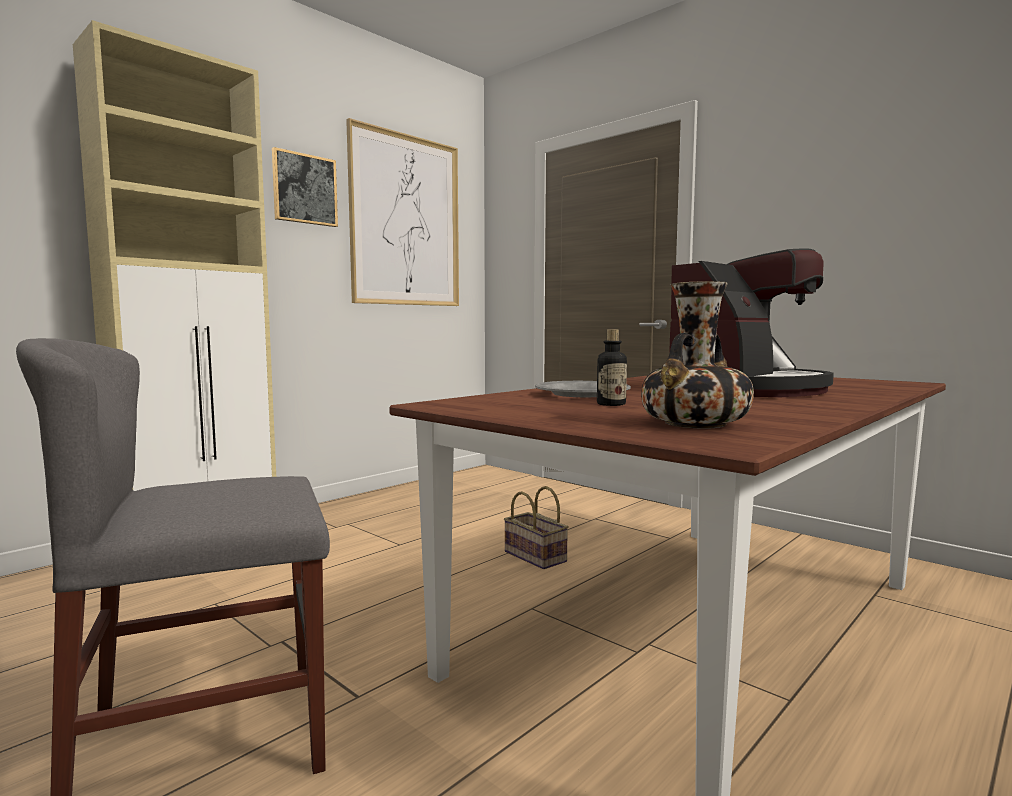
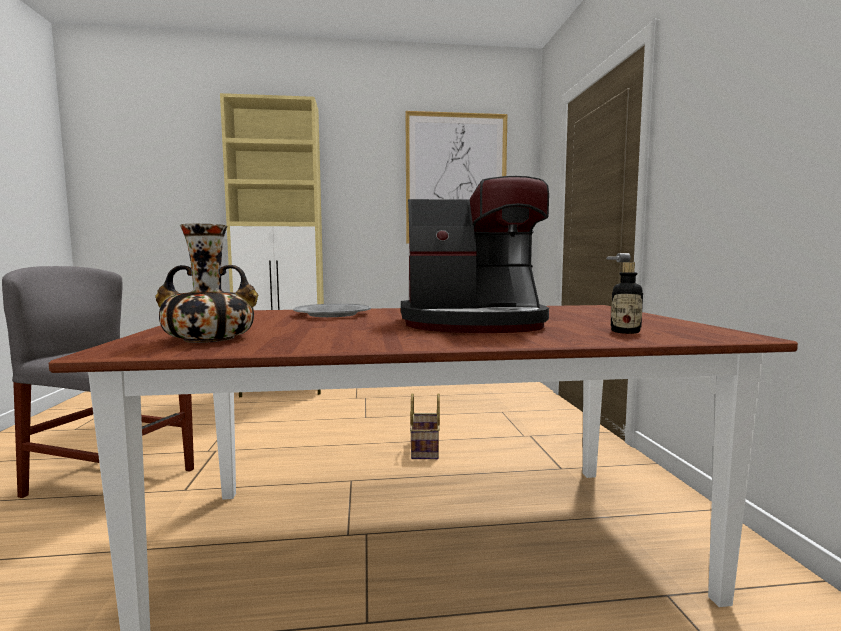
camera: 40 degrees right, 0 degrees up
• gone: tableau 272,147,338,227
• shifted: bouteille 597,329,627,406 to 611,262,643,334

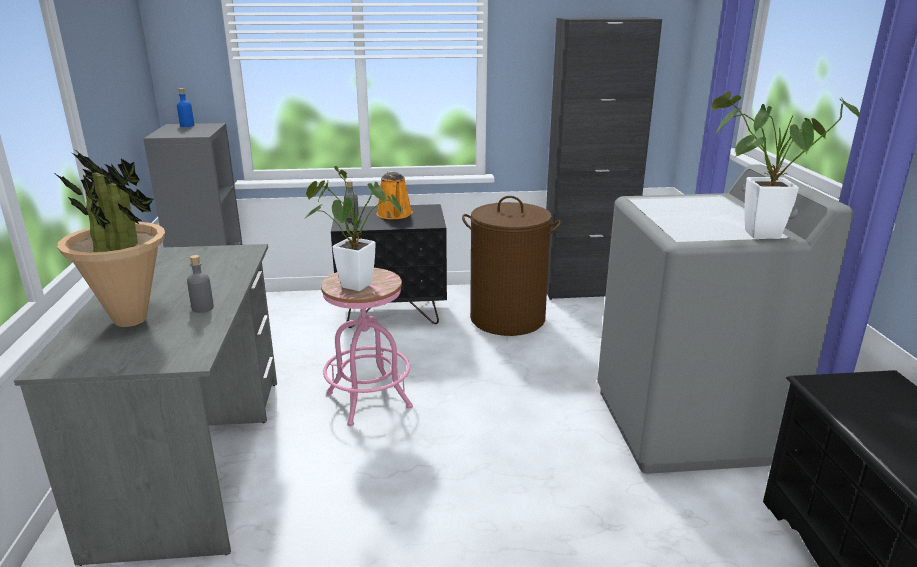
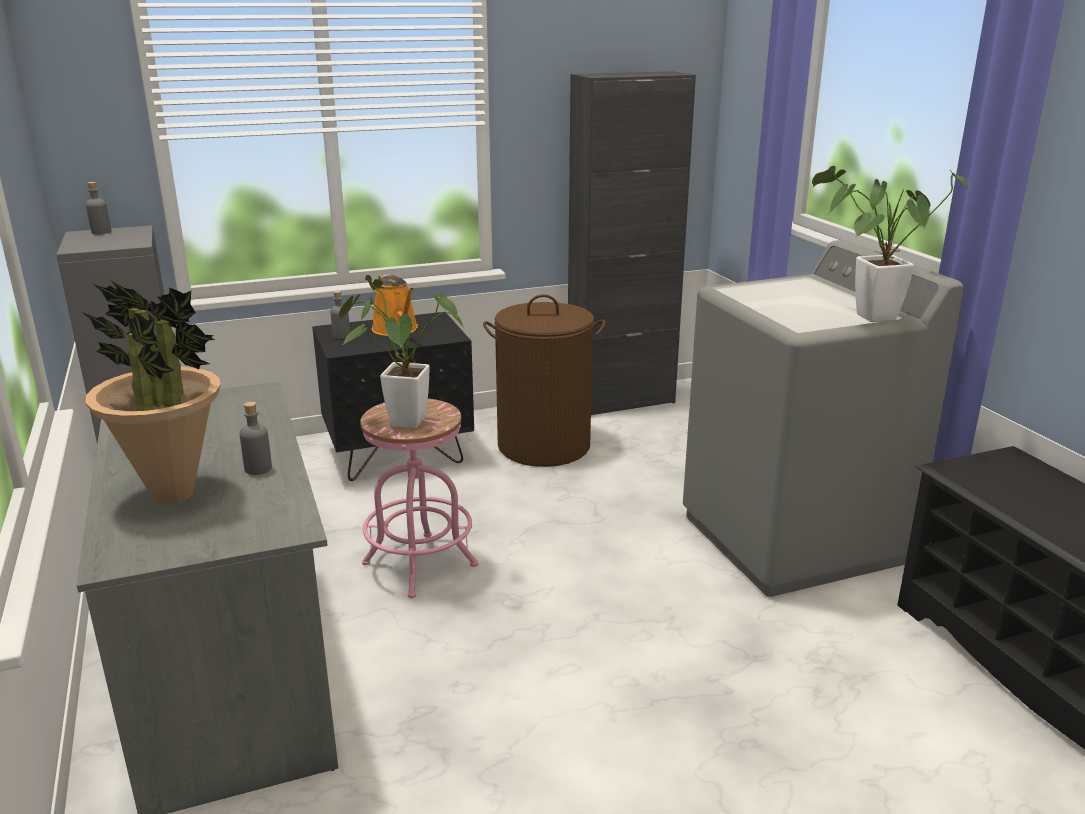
camera: 15 degrees left, 0 degrees up
• repainted: bouteille/bleu 177,88,194,127 to bouteille/gris 86,182,111,235

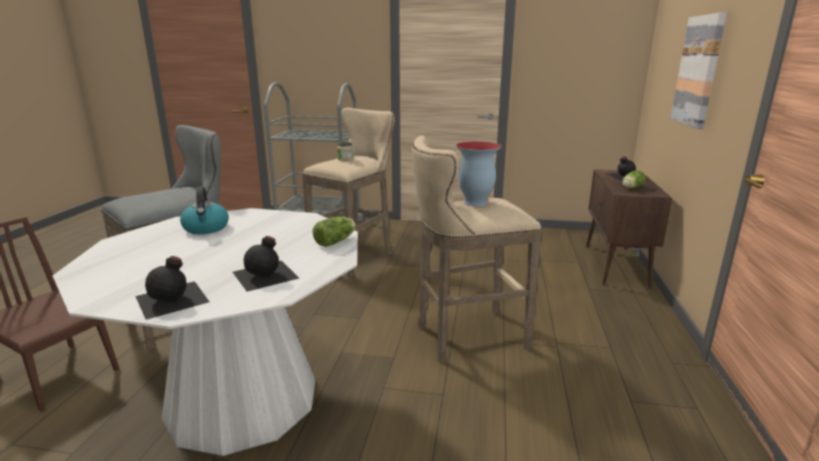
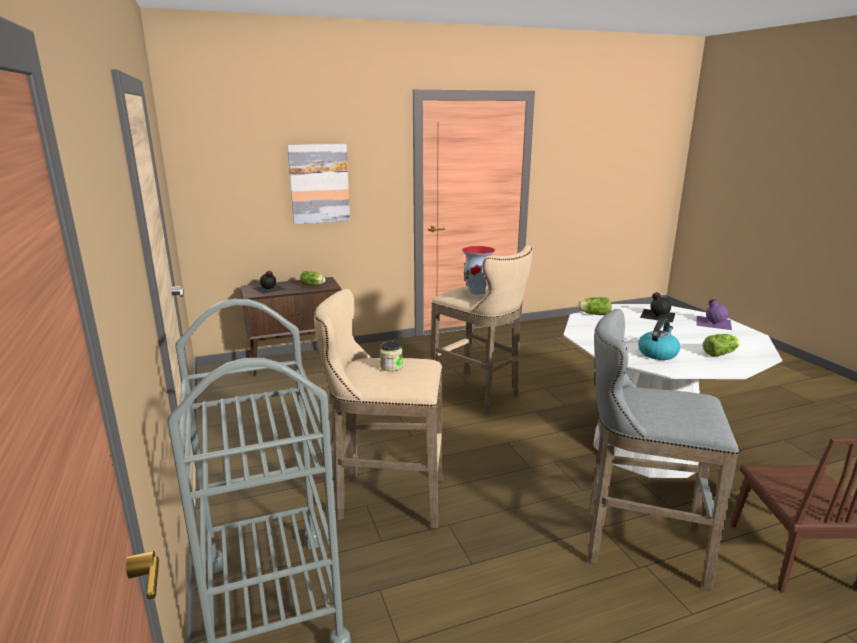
camera: 120 degrees left, 0 degrees up
• new: laitue 703,334,740,356
• repainted: bouteille/noir 135,256,209,320 to bouteille/violet 697,299,732,330

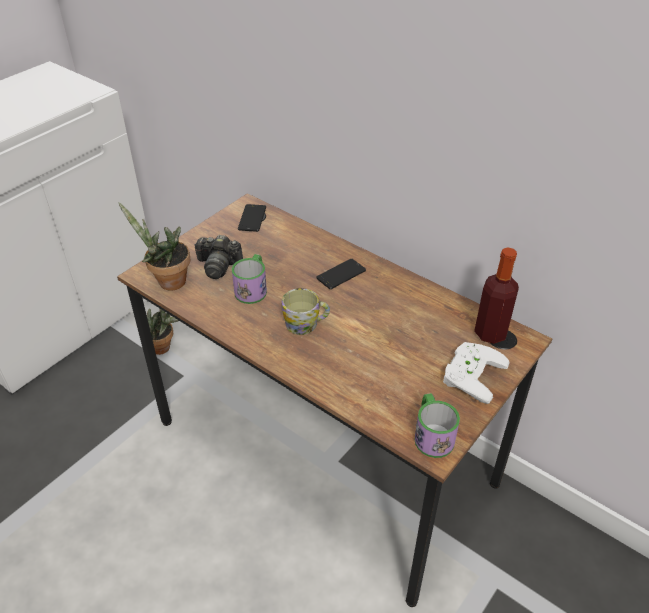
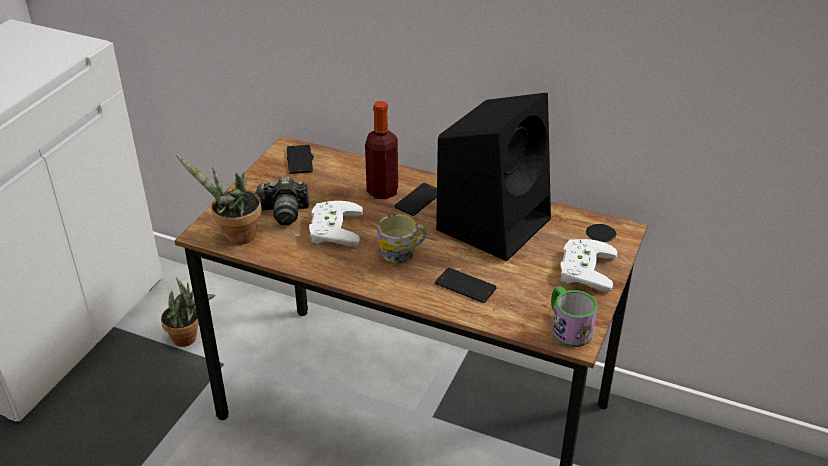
camera: 15 degrees left, 5 degrees down
• new: téléphone 435,268,497,303
• new: enceinte/noir 436,92,551,261
• shifted: bouteille 474,247,519,344 to 365,101,398,199
• swapped: mug 232,254,267,304 to manette/blanc 309,201,363,246

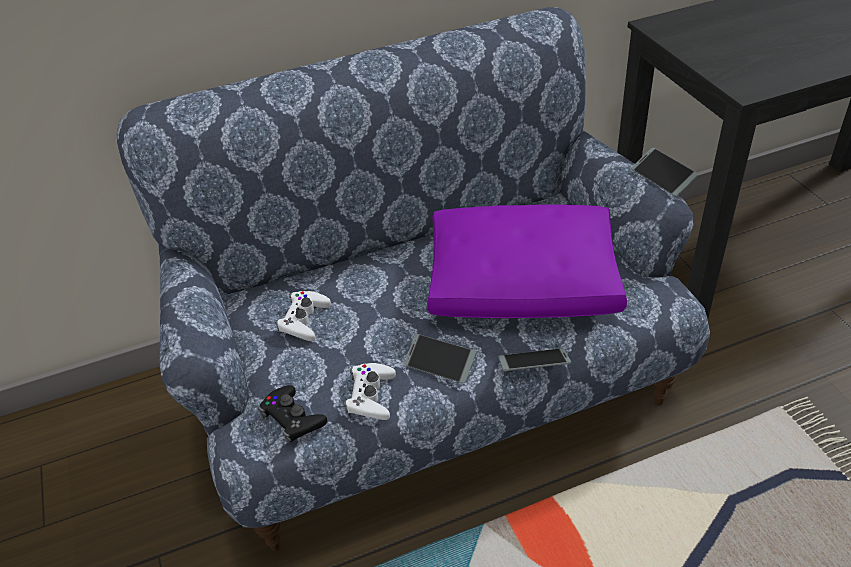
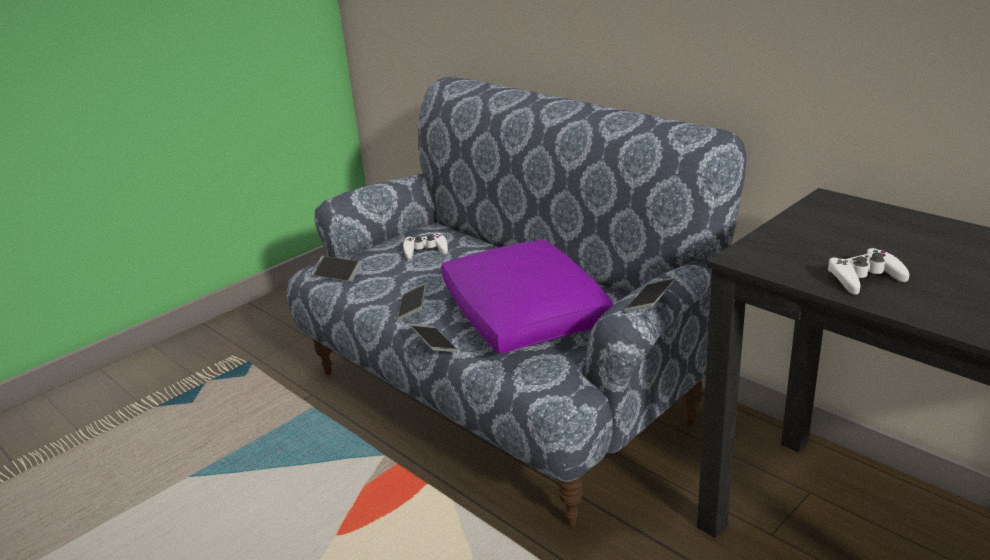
camera: 65 degrees right, 15 degrees down
• shifted: manette/blanc 344,363,396,420 to 827,248,909,295
• swapped: manette/noir 258,385,327,444 to téléphone 311,256,362,282

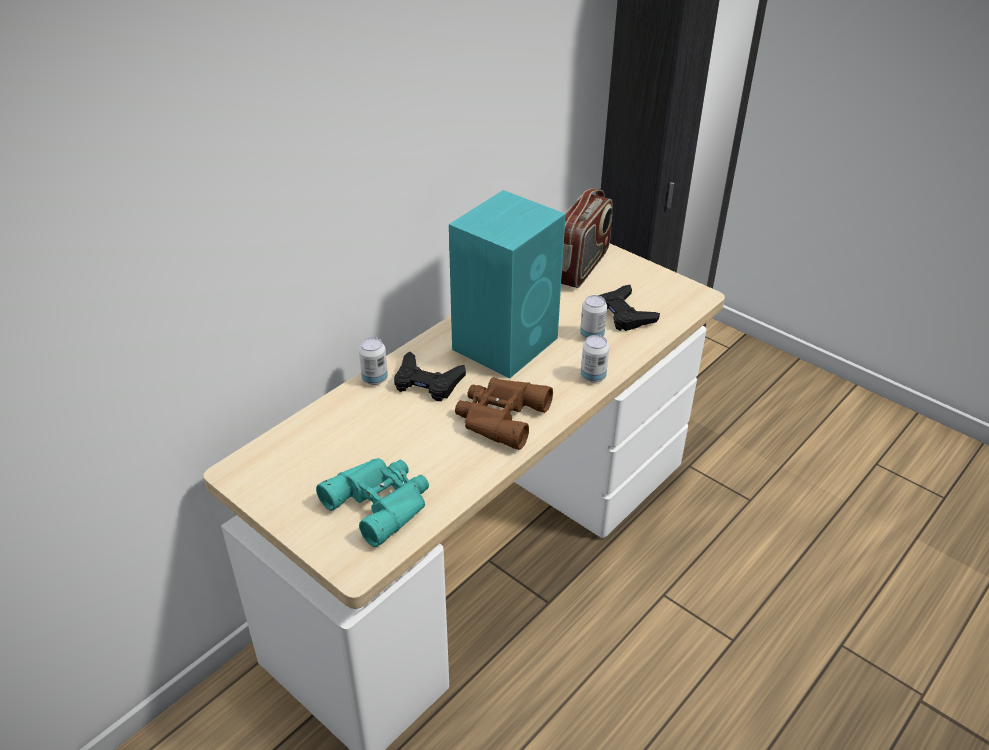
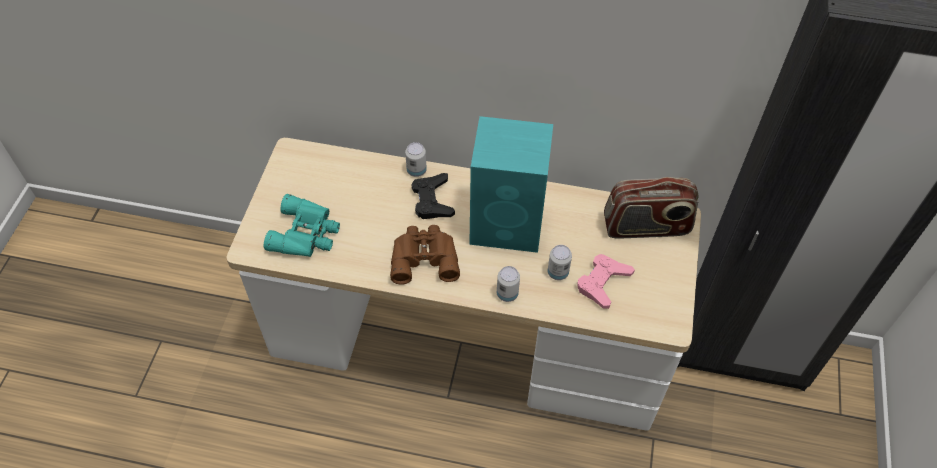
camera: 60 degrees right, 15 degrees up
• repainted: manette/noir 598,285,660,331 to manette/rose 577,254,635,309

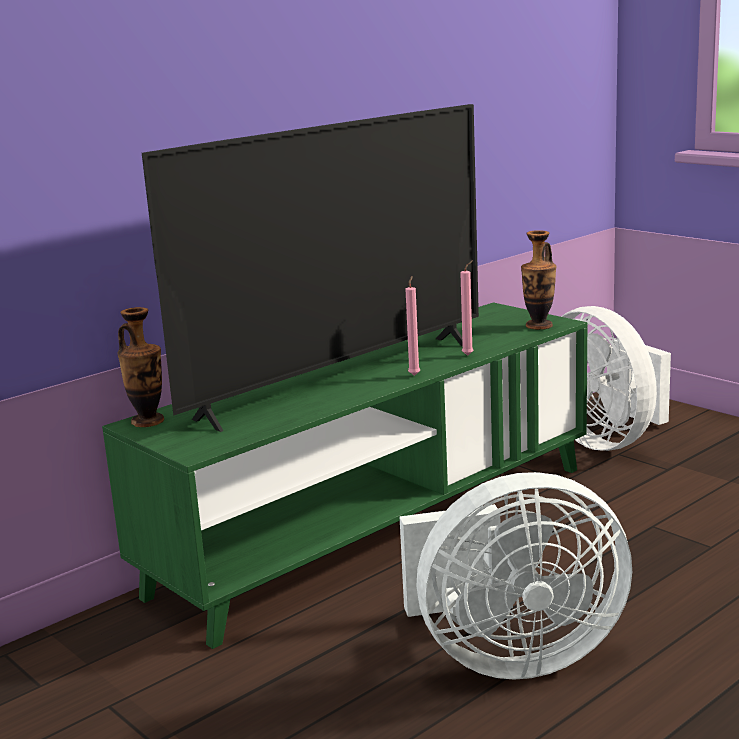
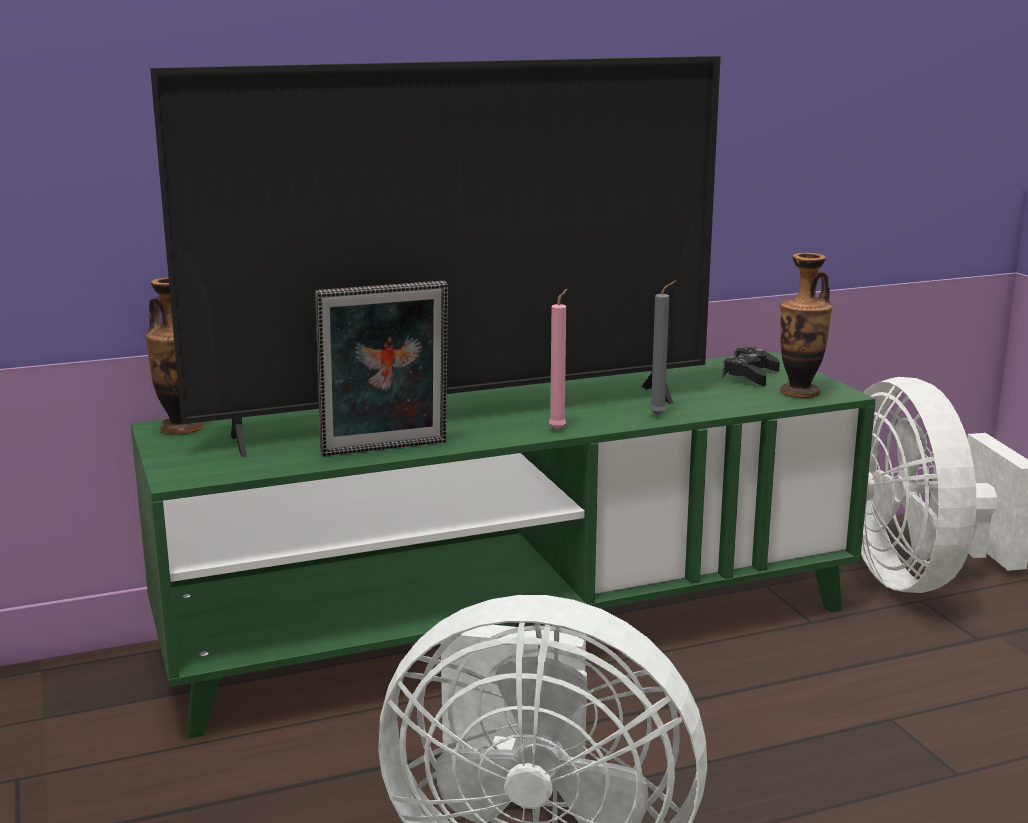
camera: 20 degrees right, 0 degrees up
• new: cadre photo 315,281,448,456
• new: manette/noir 722,347,780,386
• repainted: bougie/rose 460,260,474,356 to bougie/gris 650,280,676,416

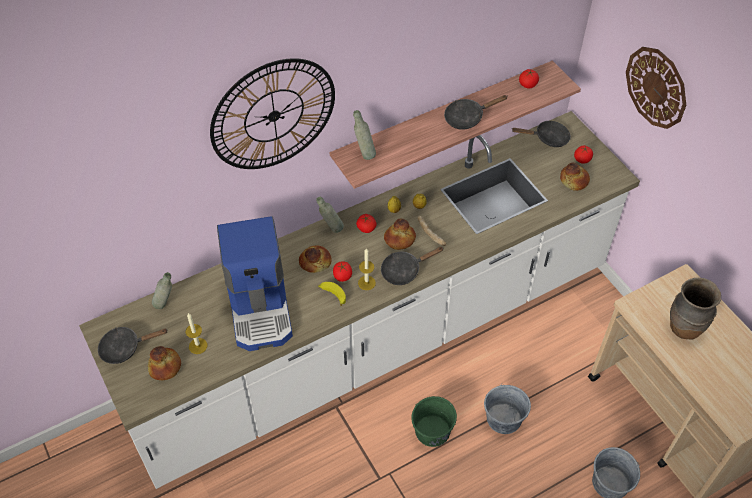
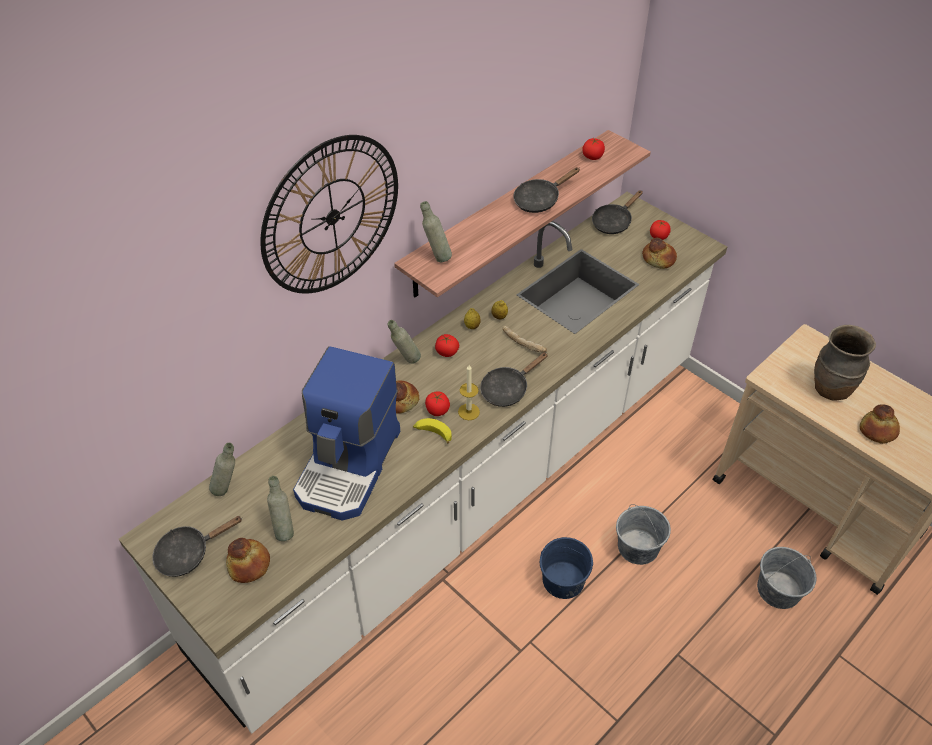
camera: 15 degrees left, 5 degrees down
• gone: horloge murale 626,47,686,129
• shifted: pain 384,219,416,250 to 860,404,900,444
• swapped: bougie 186,313,207,354 to bouteille/gris 267,476,294,541
• repainted: seau/vert 411,396,457,447 to seau/bleu 540,537,593,599
• rotated: machine à café 217,216,293,351 = 293,346,400,521 45 degrees clockwise
• rotated: poêle/noir 511,120,571,147 = 592,190,643,234 150 degrees clockwise

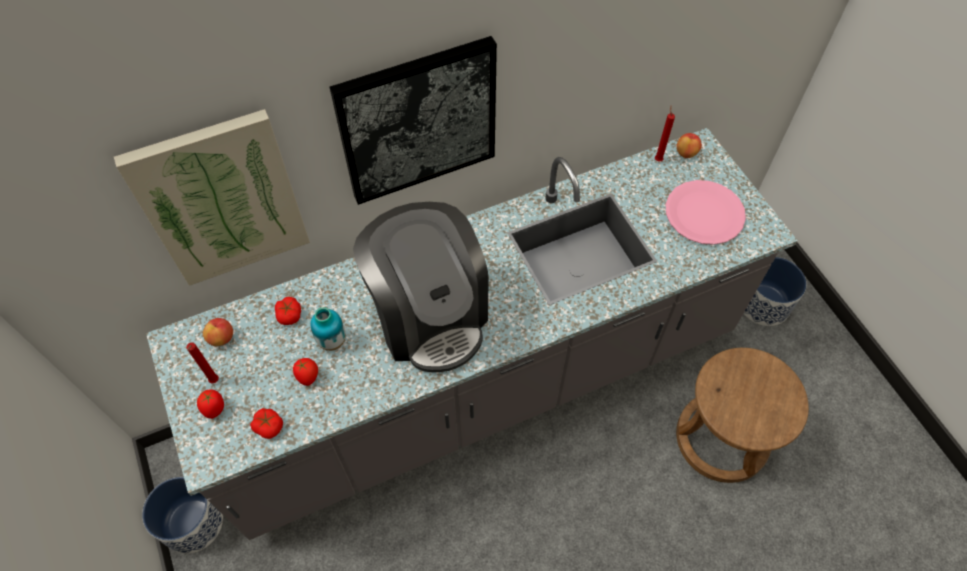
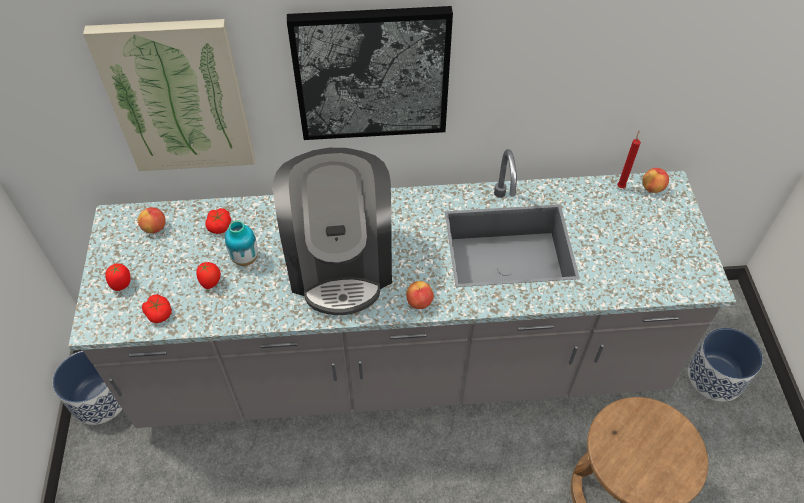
camera: 20 degrees right, 5 degrees down
• gone: bougie/rouge 186,342,219,383
• gone: assiette/rose 666,180,746,245
• new: pomme 406,281,434,309

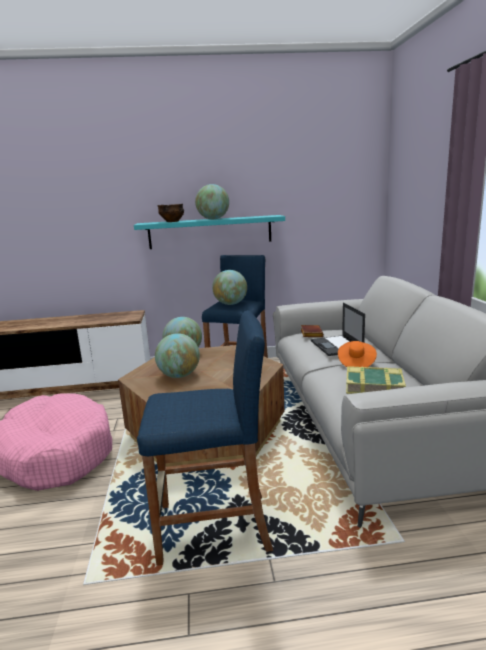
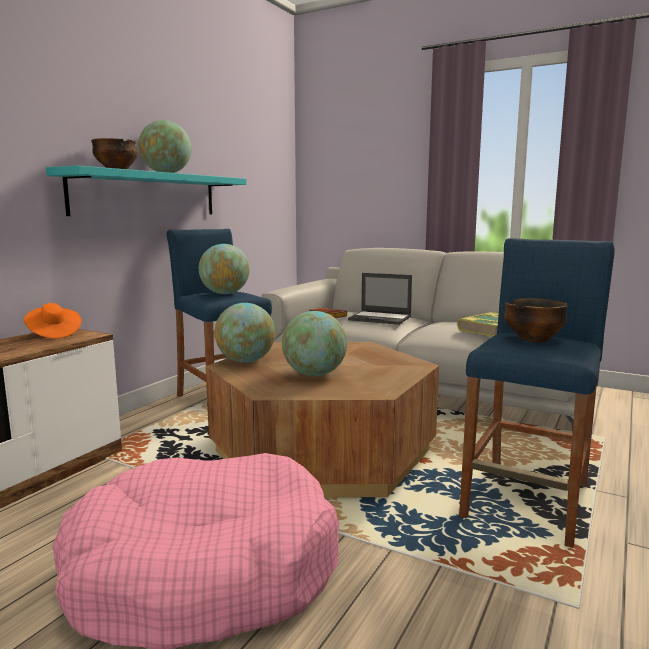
camera: 55 degrees left, 5 degrees down
• new: bol 504,298,568,343
• shifted: chapeau/orange 338,341,377,367 to 24,303,82,339

